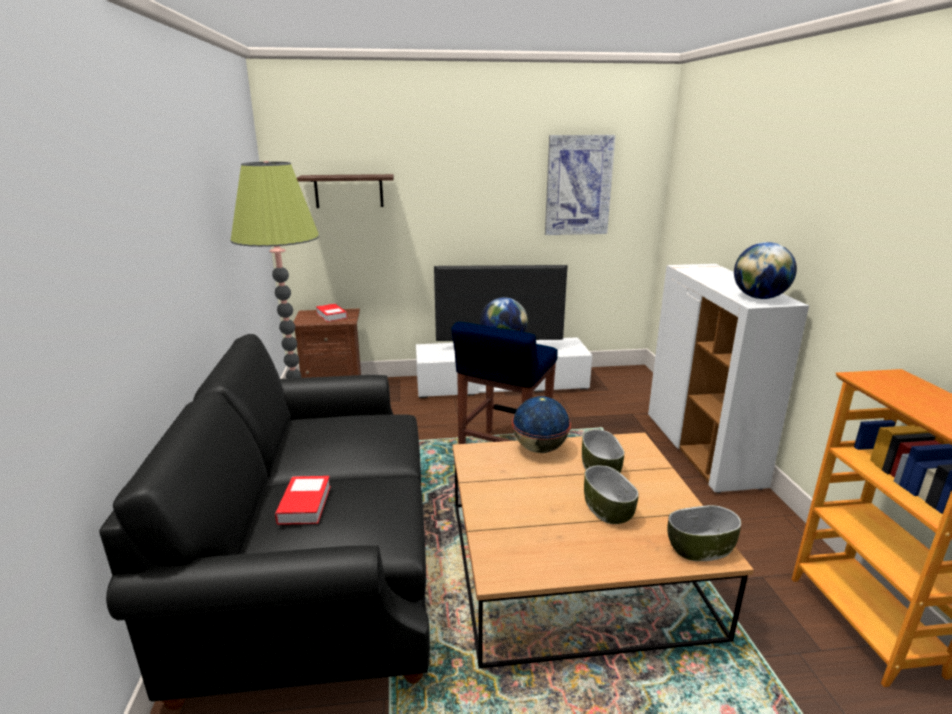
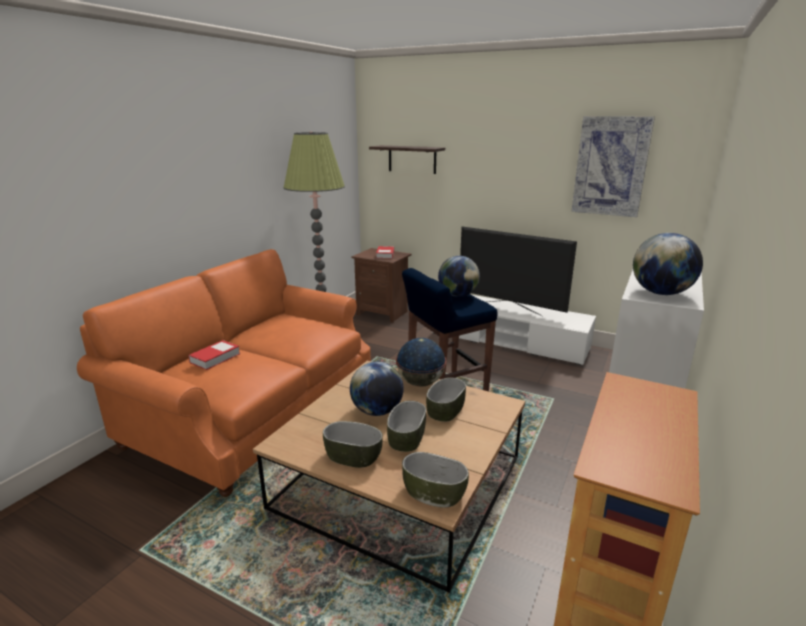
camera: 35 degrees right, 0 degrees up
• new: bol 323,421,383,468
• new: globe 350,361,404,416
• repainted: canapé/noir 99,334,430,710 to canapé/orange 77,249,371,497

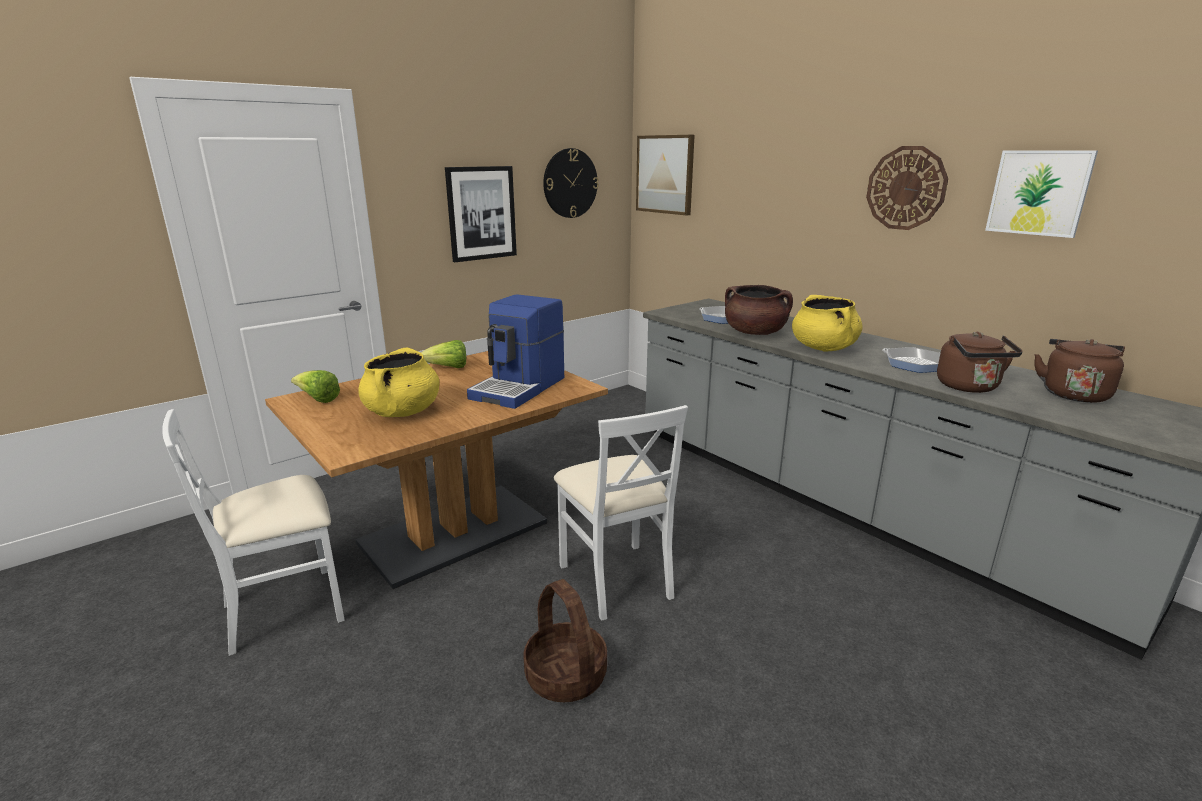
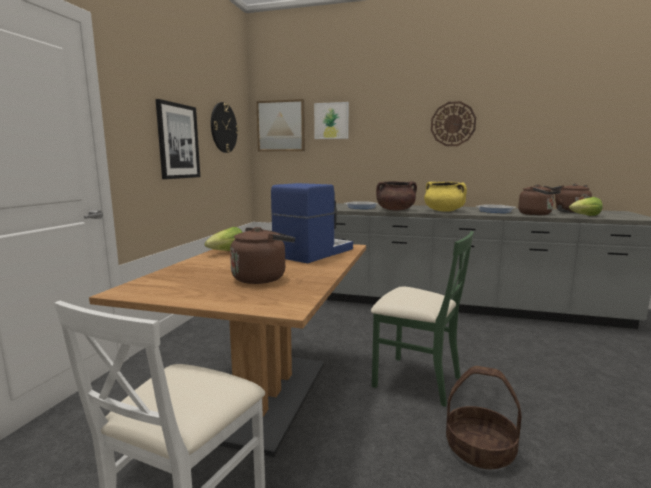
camera: 35 degrees left, 10 degrees down
• shifted: laitue 291,370,340,403 to 569,197,603,216
• shifted: tableau 985,150,1098,238 to 314,102,349,139
• swapped: marmite/jaune 358,347,439,417 to bouilloire/marron 230,227,295,284
• repainted: chaise/blanc 554,405,688,621 to chaise/vert 371,231,474,407
• rotated: machine à café 467,294,564,409 = 271,183,353,263 135 degrees counterclockwise

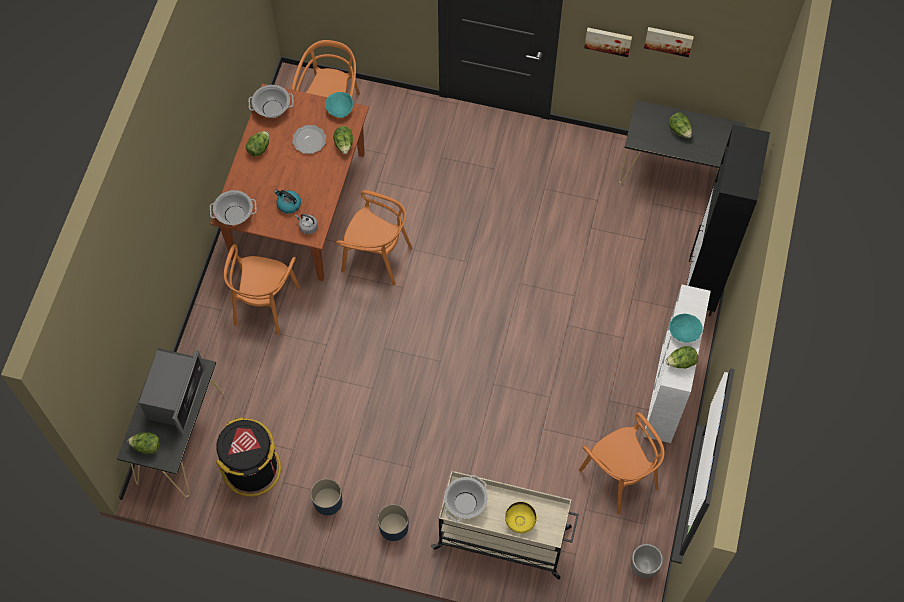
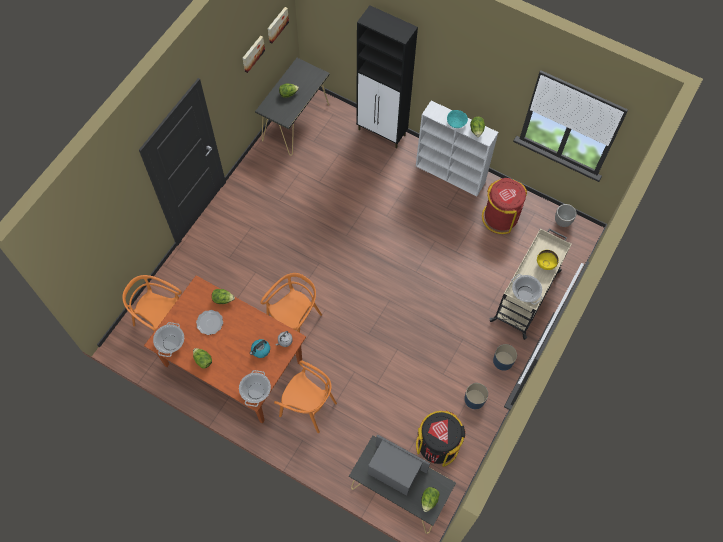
camera: 75 degrees left, 0 degrees up
• gone: bol/turquoise 325,92,353,118
• shifted: tableau 584,28,632,57 to 268,7,289,44
• swapped: chaise/orange 579,412,665,514 to poubelle/rouge 482,178,527,234

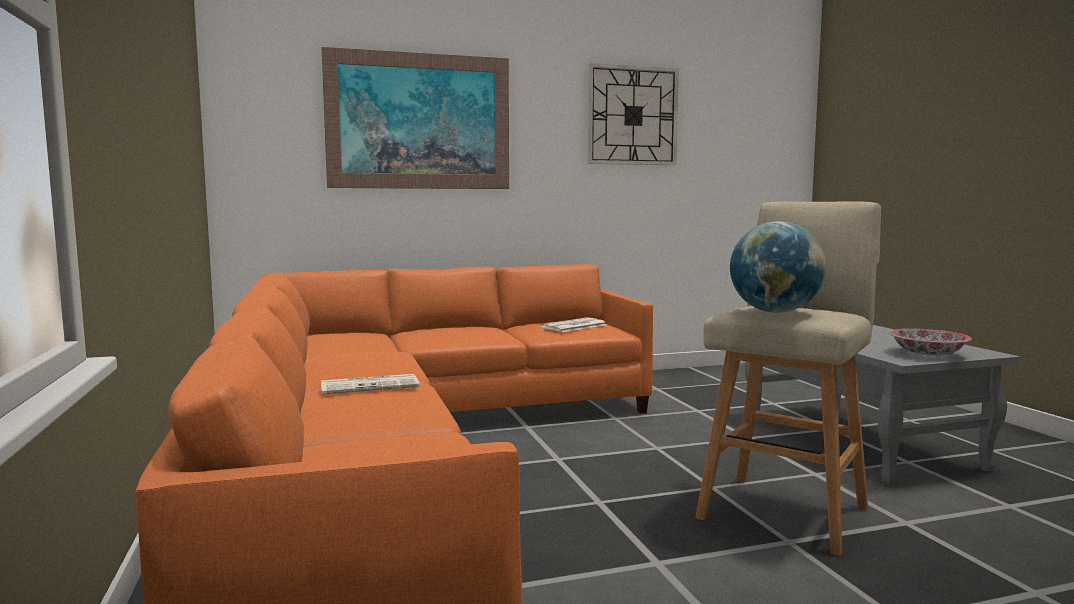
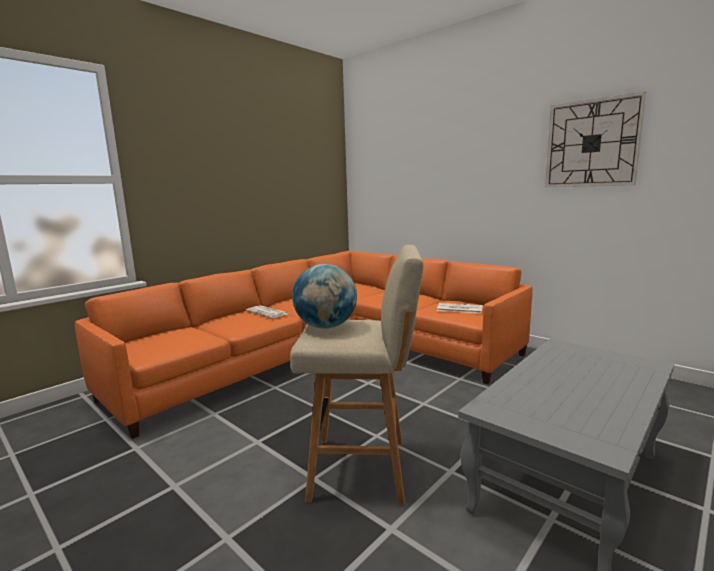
camera: 60 degrees right, 5 degrees up
• gone: tableau 322,47,509,189
• gone: bol 889,329,972,355

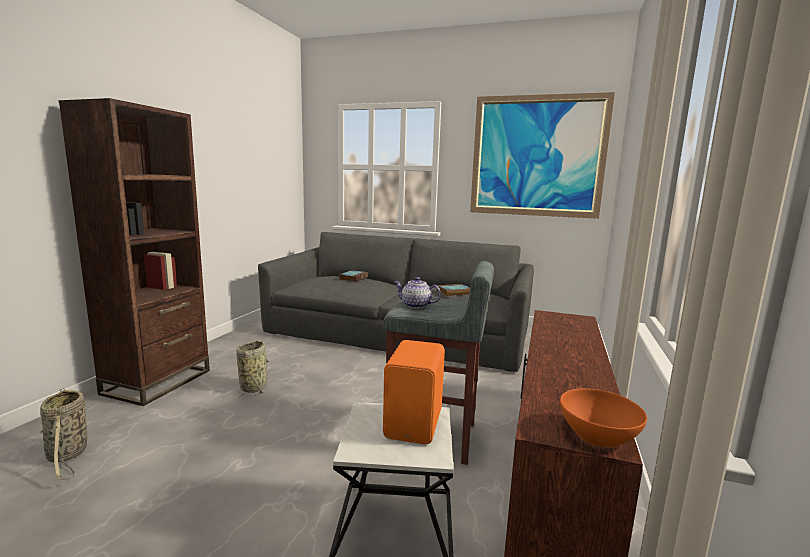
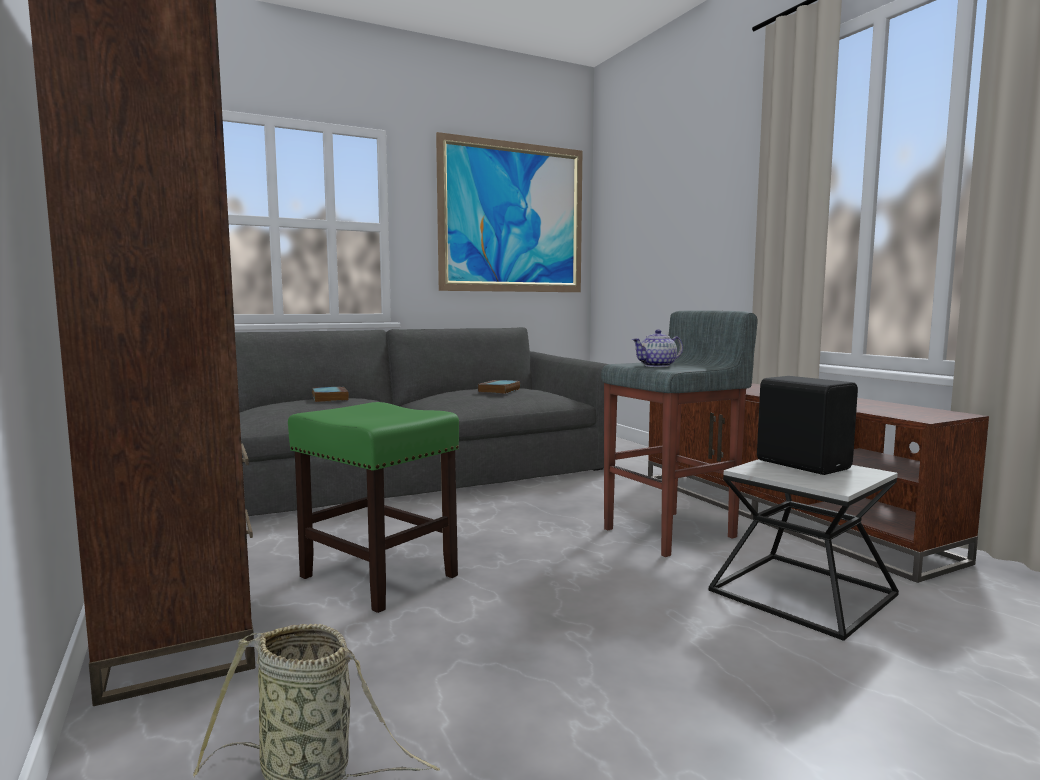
camera: 45 degrees left, 5 degrees down
• gone: bol/orange 560,388,647,448
• swapped: panier 236,340,269,400 to tabouret/vert 288,402,459,613
• repainted: enceinte/orange 383,340,445,444 to enceinte/noir 757,376,858,475

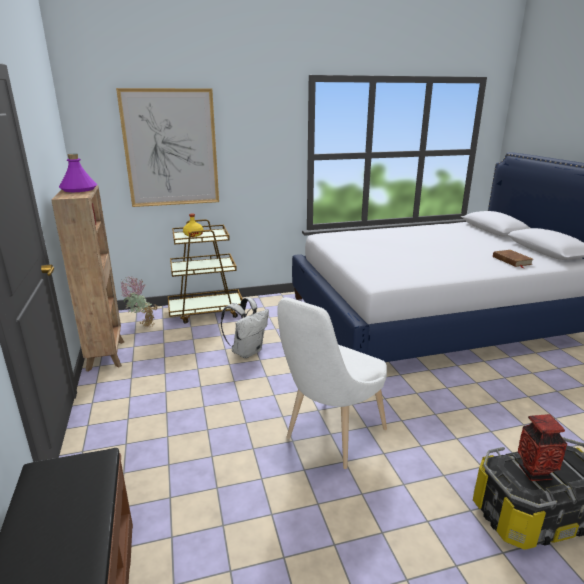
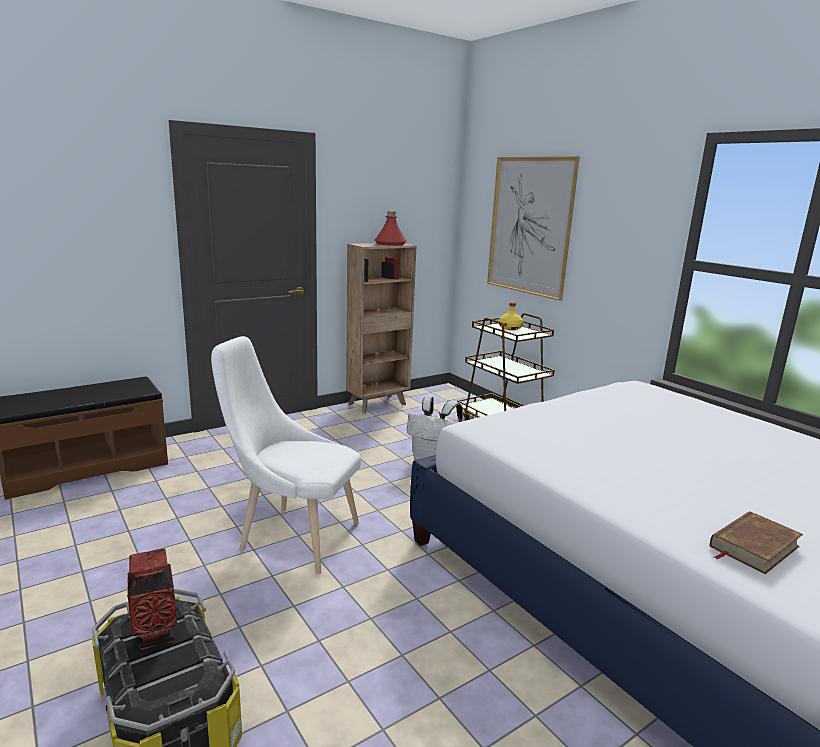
camera: 70 degrees right, 5 degrees down
• gone: plante en pot 120,276,157,328
• repainted: bouteille/violet 59,154,97,192 to bouteille/rouge 375,211,407,246

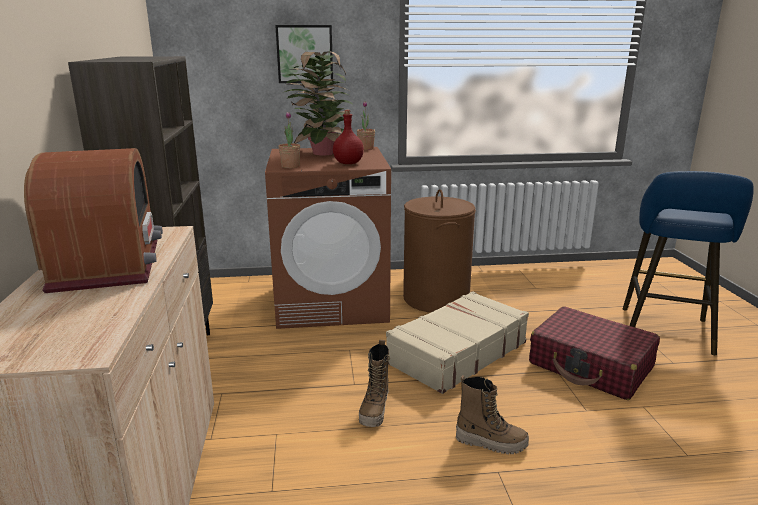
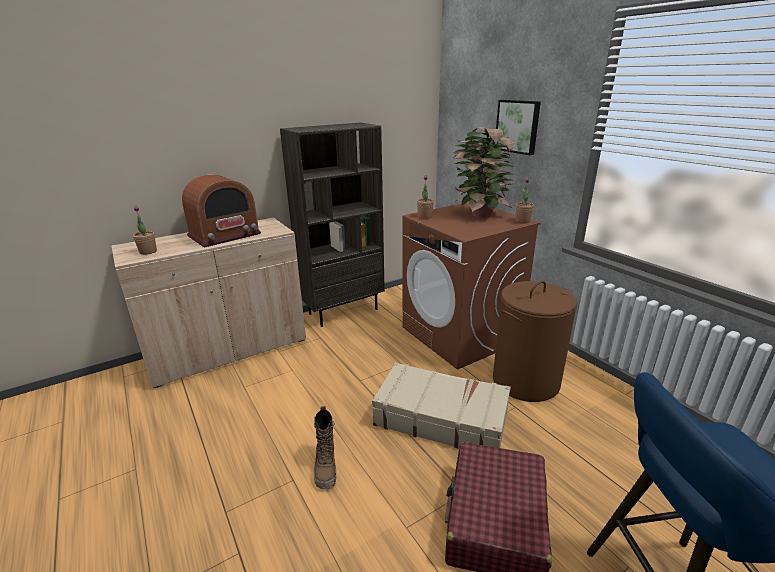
camera: 65 degrees right, 5 degrees up
• gone: bouteille/rouge 333,110,364,164
• gone: botte 359,340,390,427
• new: plante en pot 133,205,157,255

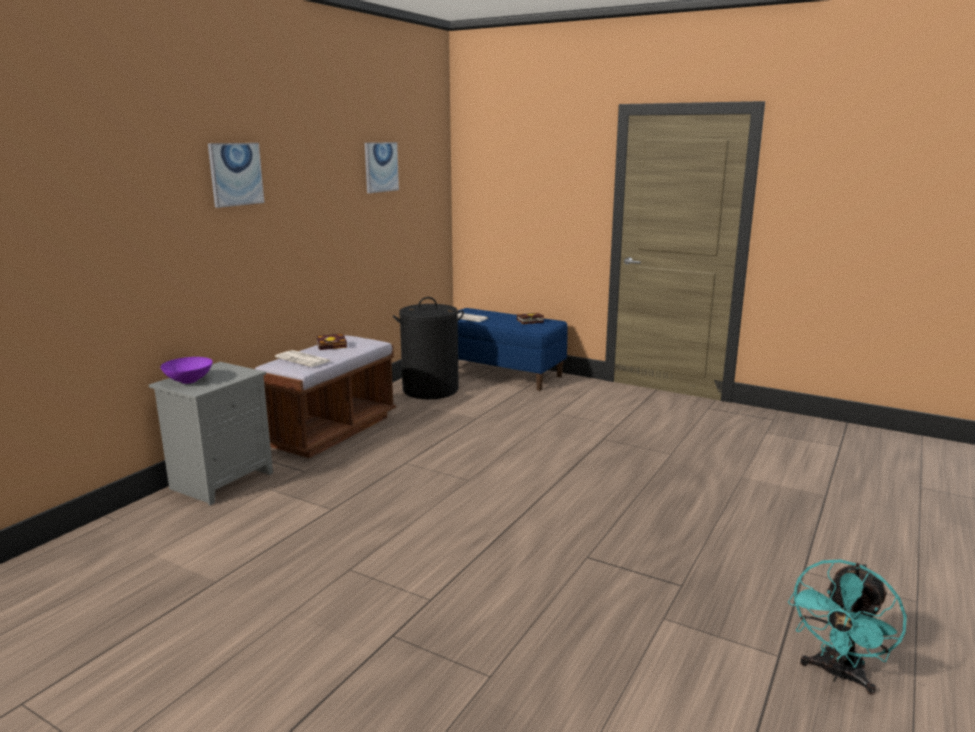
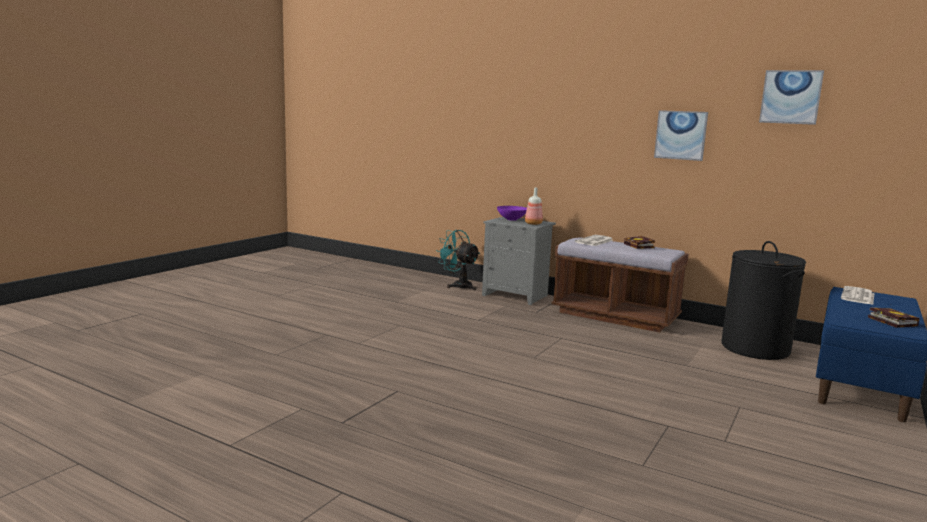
camera: 90 degrees right, 5 degrees down
• new: bouteille 525,187,543,225
• shifted: tableau 208,143,265,208 to 654,110,708,161
• shifted: ventilateur/turquoise 788,559,907,695 to 436,230,480,290

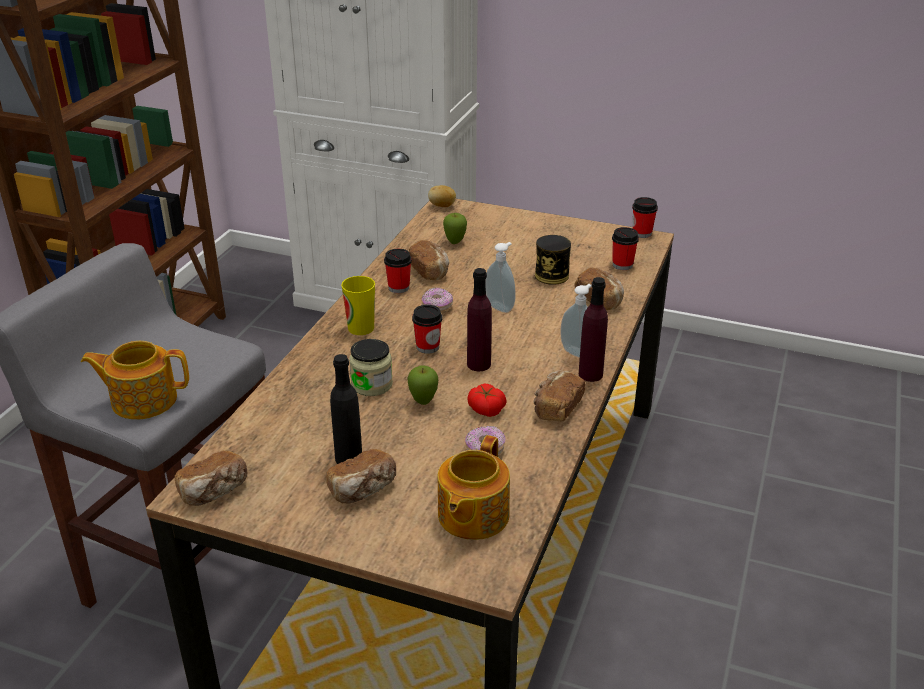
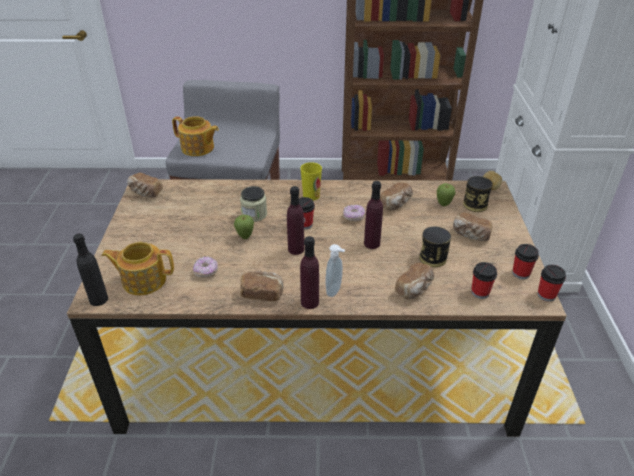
camera: 70 degrees right, 5 degrees up
• gone: tomate 467,384,507,417
• new: boîte métallique 463,176,493,212
• shifted: pain 326,449,396,504 to 453,212,492,241
• shifted: bouteille/noir 330,354,362,464 to 73,233,108,306
• shifted: tasse 384,249,412,293 to 512,244,539,279
• swapped: distributeur de savon 485,242,516,313 to bouteille/violet 364,181,383,249
• rotated: théière 81,341,189,420 = 172,116,219,156 135 degrees clockwise

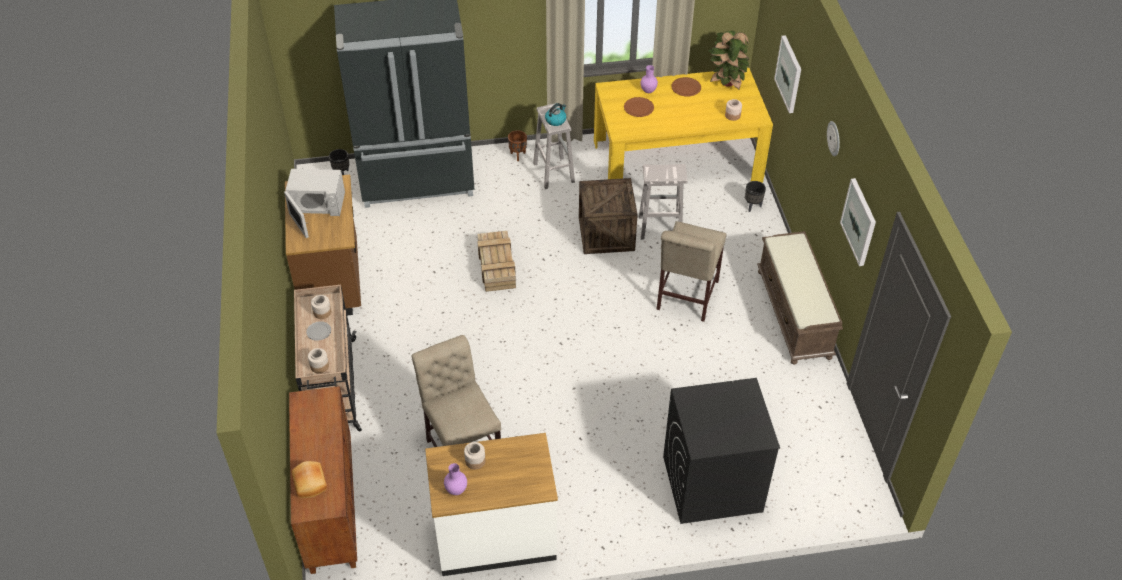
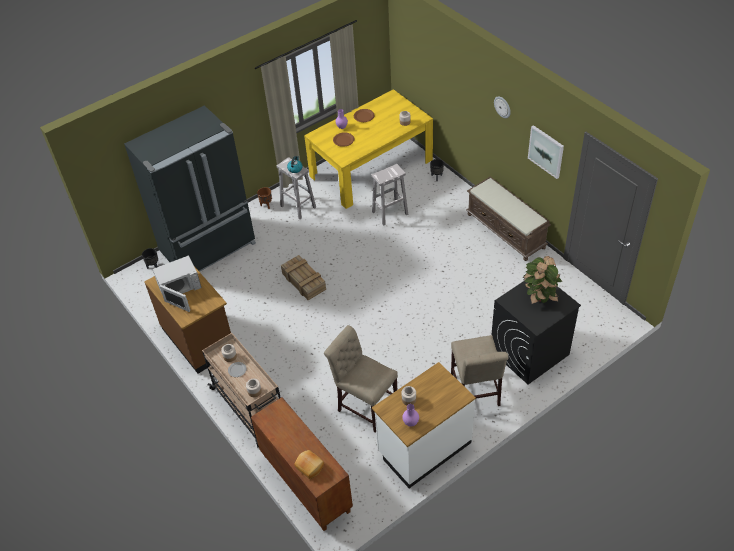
camera: 25 degrees left, 0 degrees up
• gone: caisse 579,178,638,254
• gone: tableau 774,35,801,113
• shifted: chaise/beige 657,221,726,322 to 451,335,509,406
• shifted: plante en pot 708,30,749,90 to 523,256,562,305

